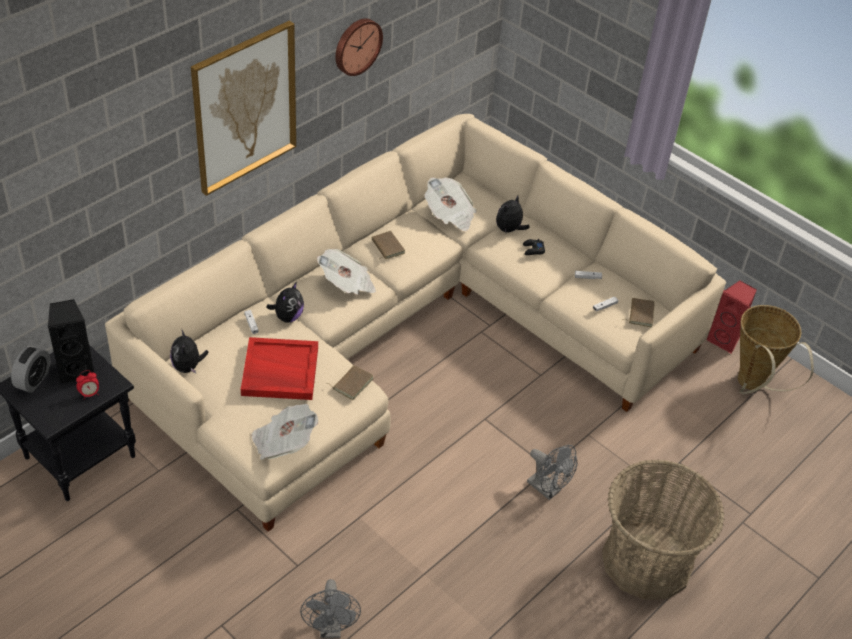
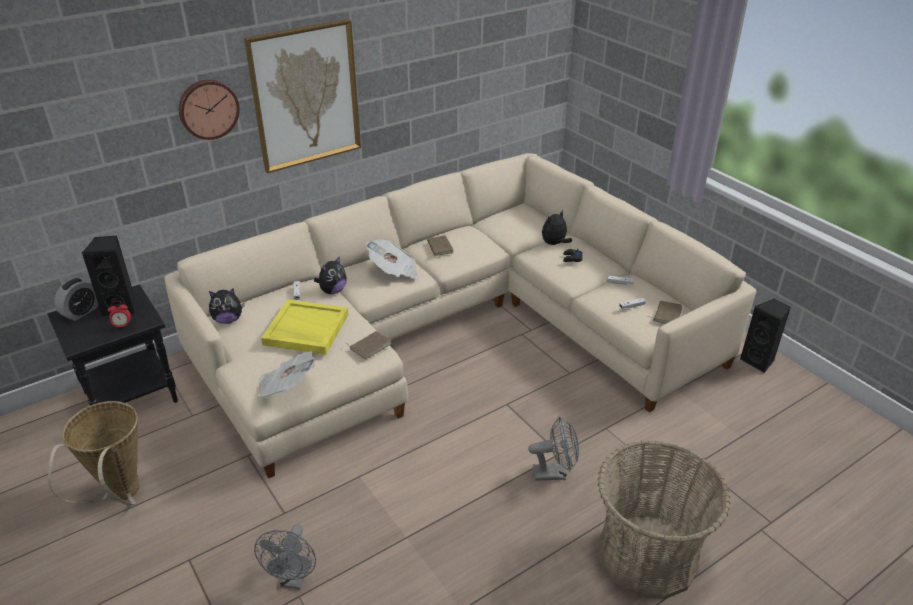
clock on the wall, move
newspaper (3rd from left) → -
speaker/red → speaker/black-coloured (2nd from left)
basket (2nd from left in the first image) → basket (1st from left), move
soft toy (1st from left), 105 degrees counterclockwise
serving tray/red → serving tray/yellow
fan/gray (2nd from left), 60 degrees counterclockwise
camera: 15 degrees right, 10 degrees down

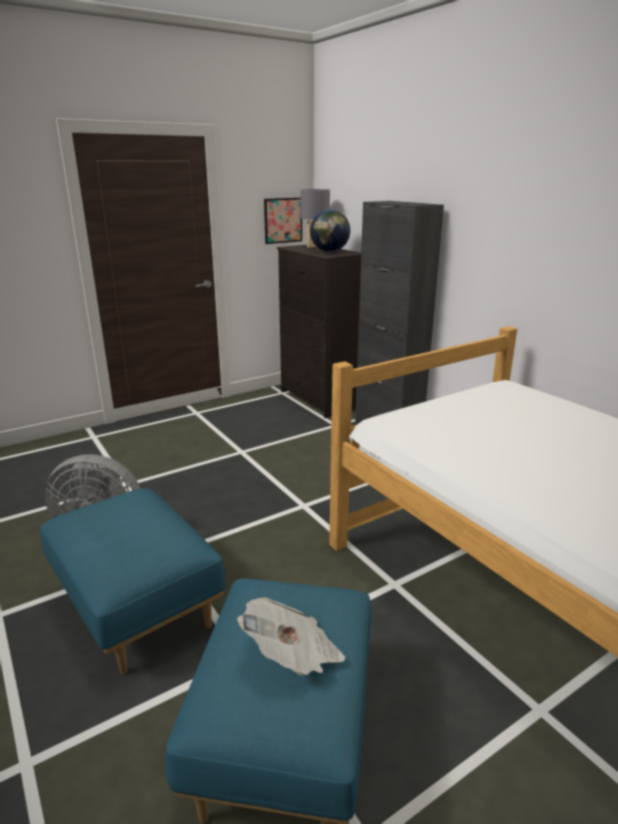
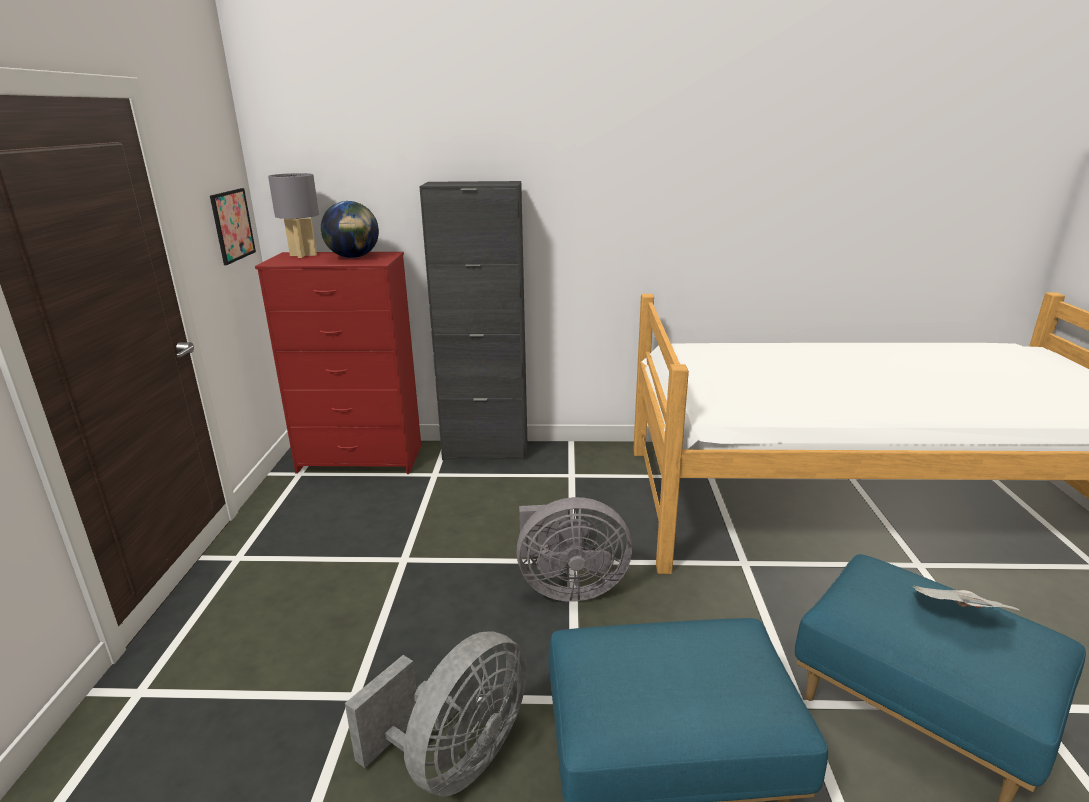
dresser/black-coloured → dresser/red
- → fan/gray (2nd from left)
camera: 55 degrees left, 0 degrees up

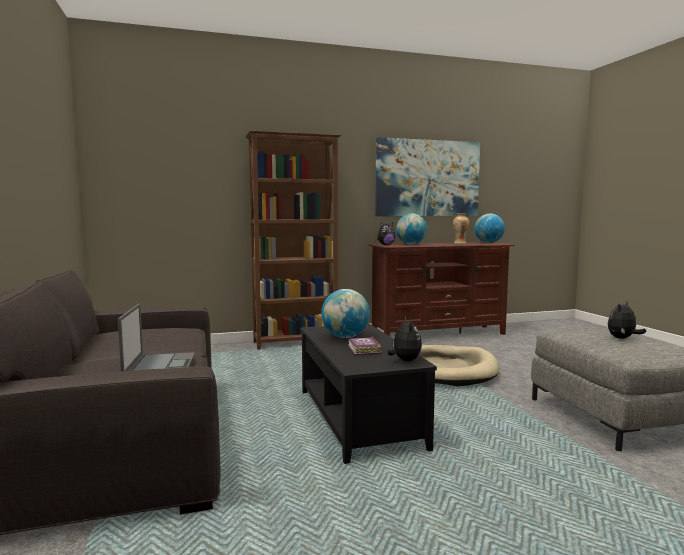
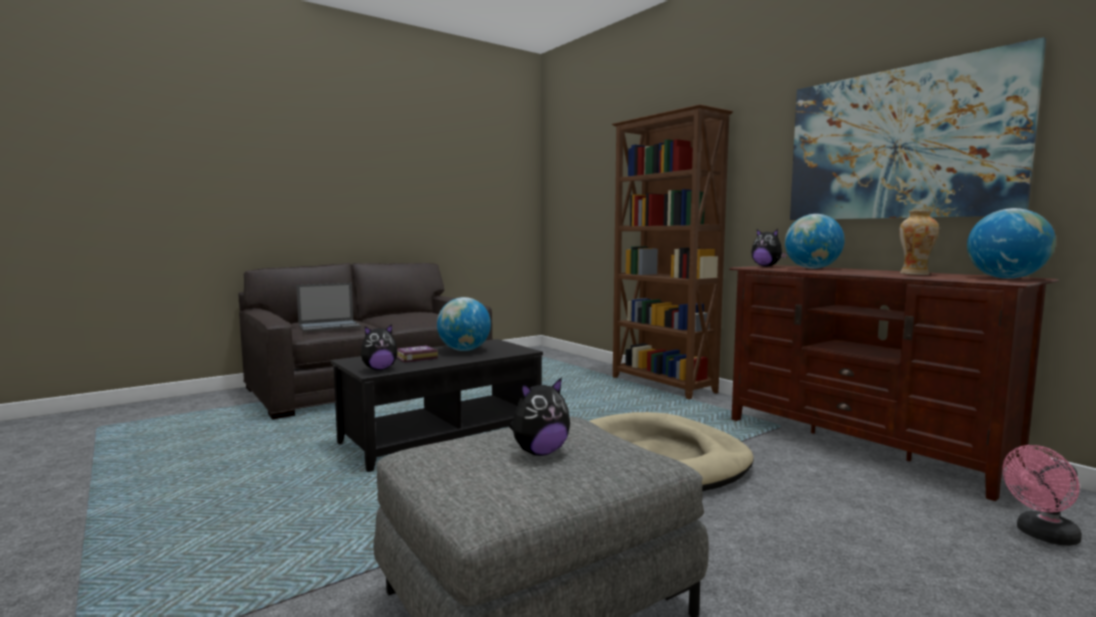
soft toy (3rd from left in the first image) → soft toy (2nd from left), 120 degrees clockwise
- → fan/pink-coloured
camera: 70 degrees right, 0 degrees up

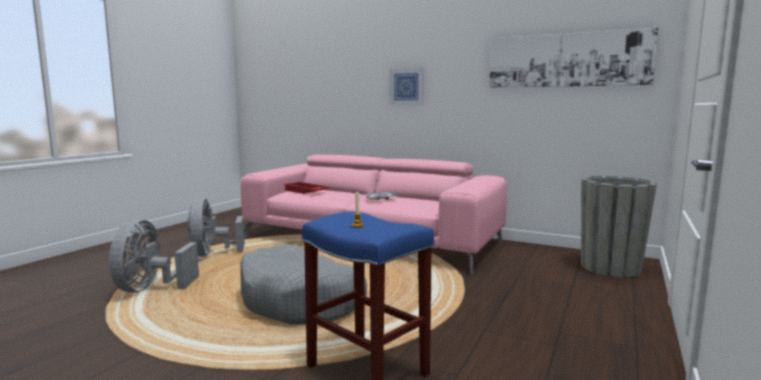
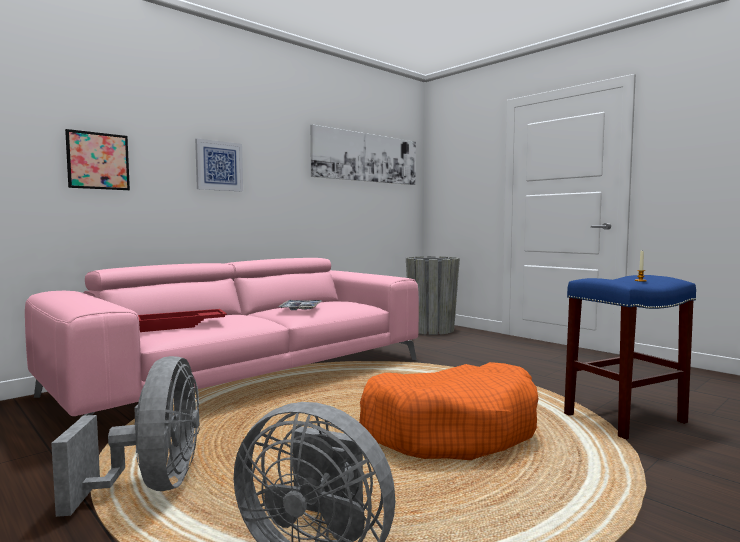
fan/gray (2nd from left in the first image) → fan/gray (1st from left), 105 degrees counterclockwise
dog cushion/gray → dog cushion/orange-coloured
- → wall art (1st from left)
camera: 70 degrees left, 5 degrees down

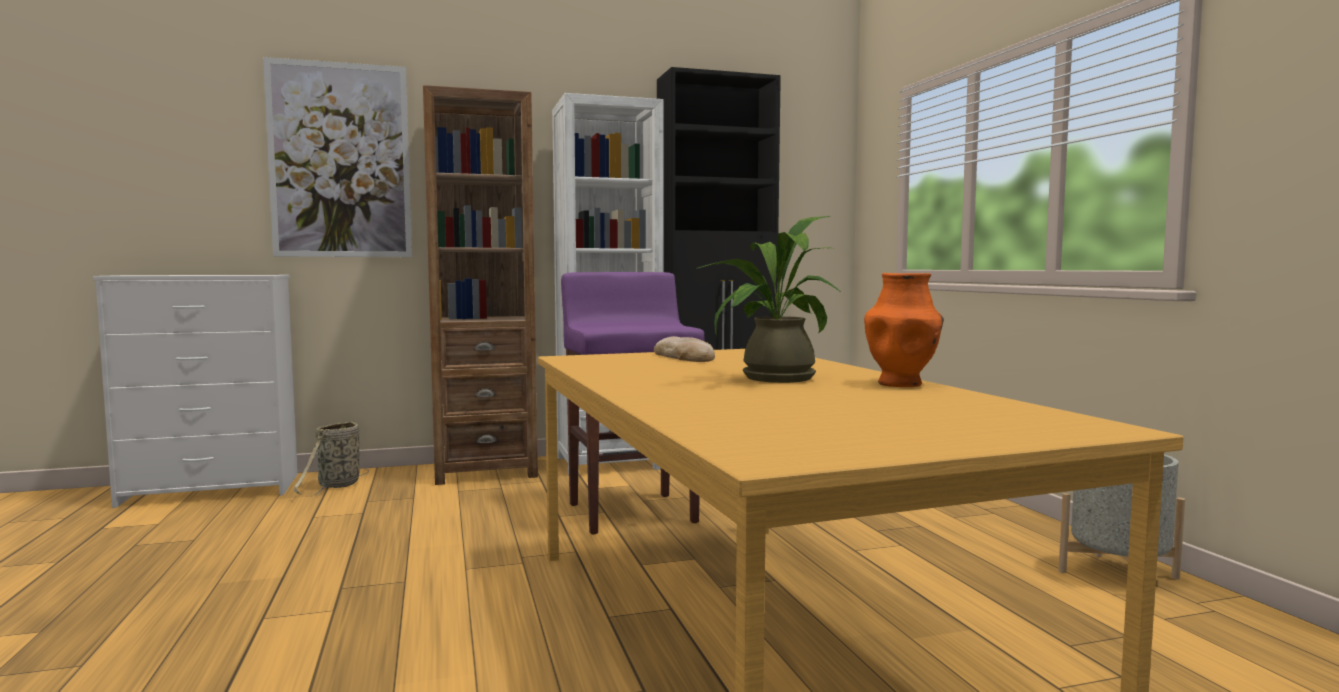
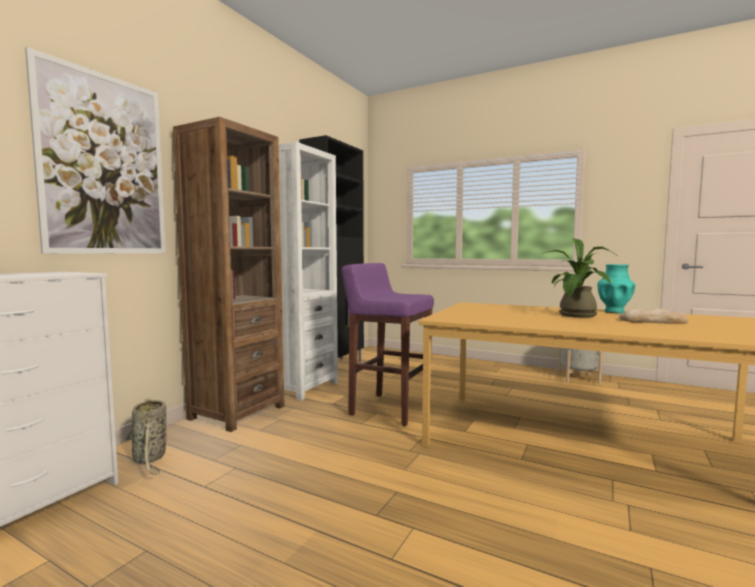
vase/orange-coloured → vase/turquoise
bakery bread, move
camera: 45 degrees left, 0 degrees up

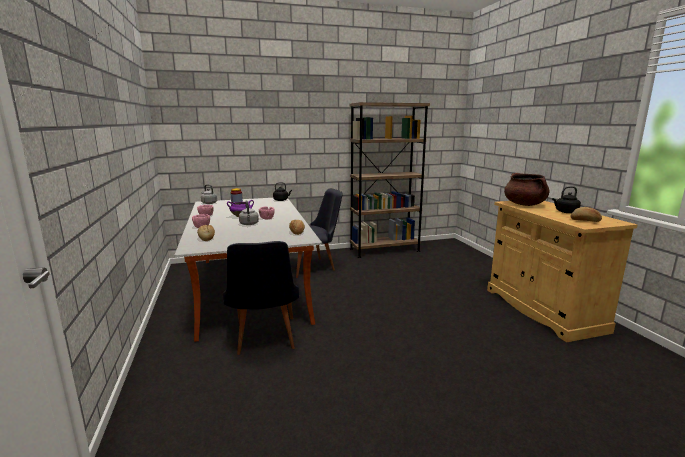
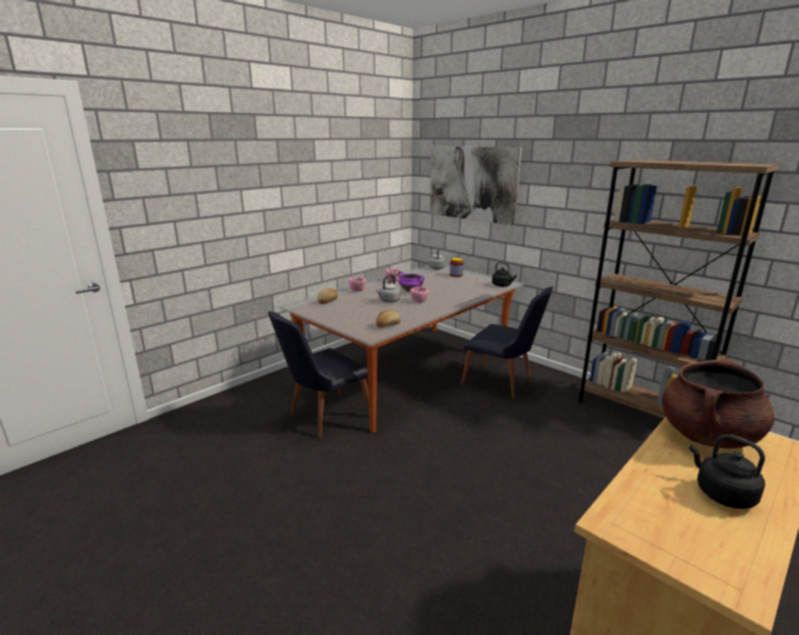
bakery bread (3rd from left) → -
- → wall art
camera: 60 degrees right, 5 degrees up

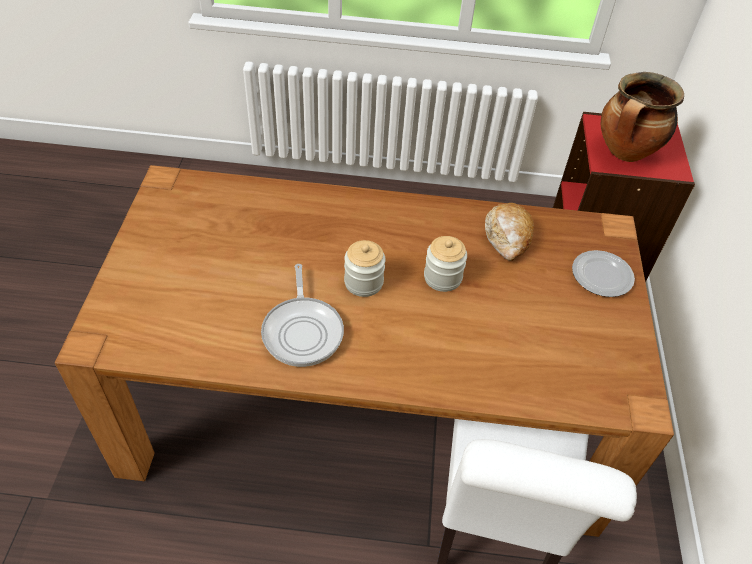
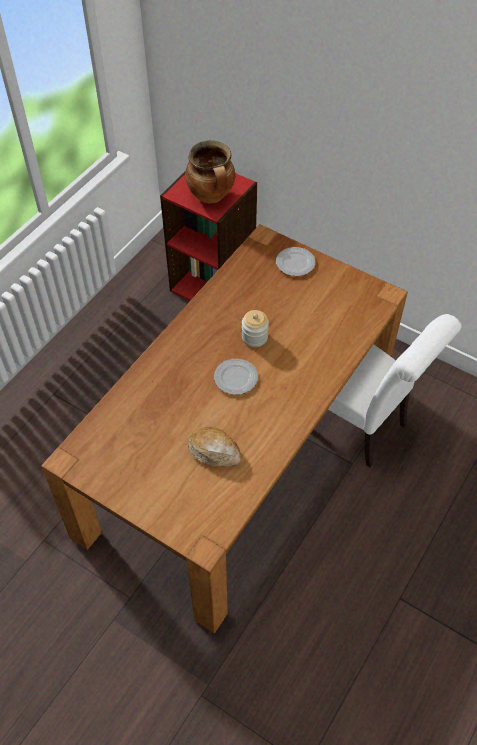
bakery bread, move
preserve jar (1st from left) → plate (1st from left)
skillet → -
camera: 60 degrees left, 5 degrees up

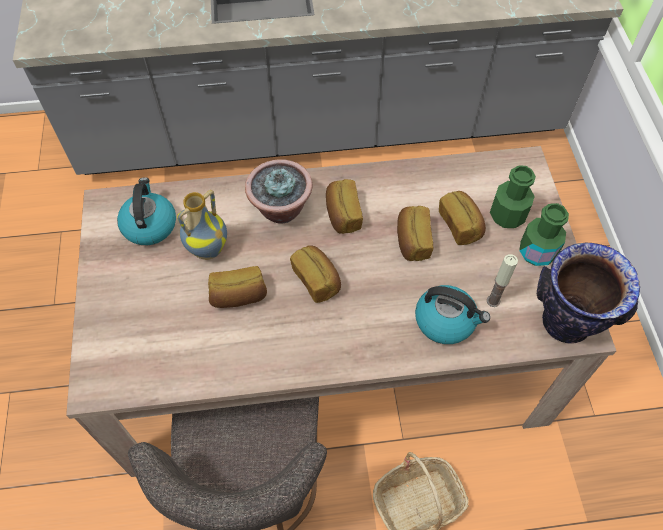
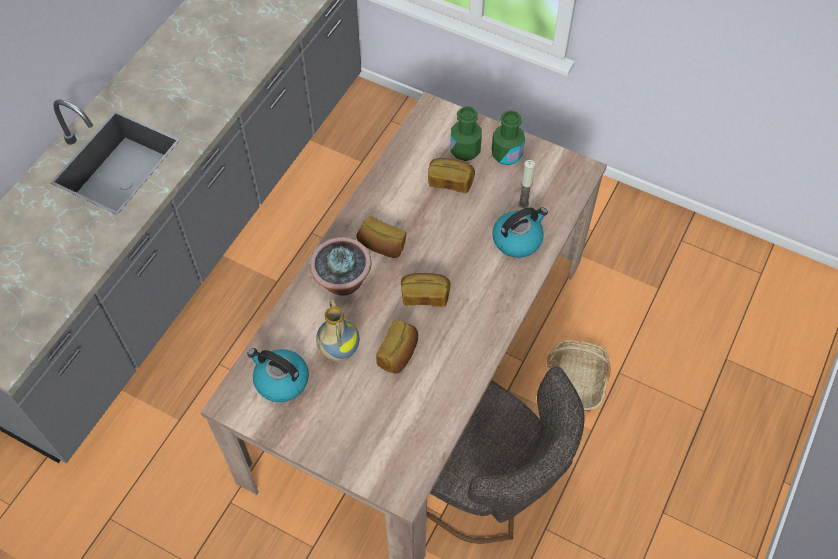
bakery bread (4th from left) → -
vase (2nd from left) → -
camera: 55 degrees left, 0 degrees up

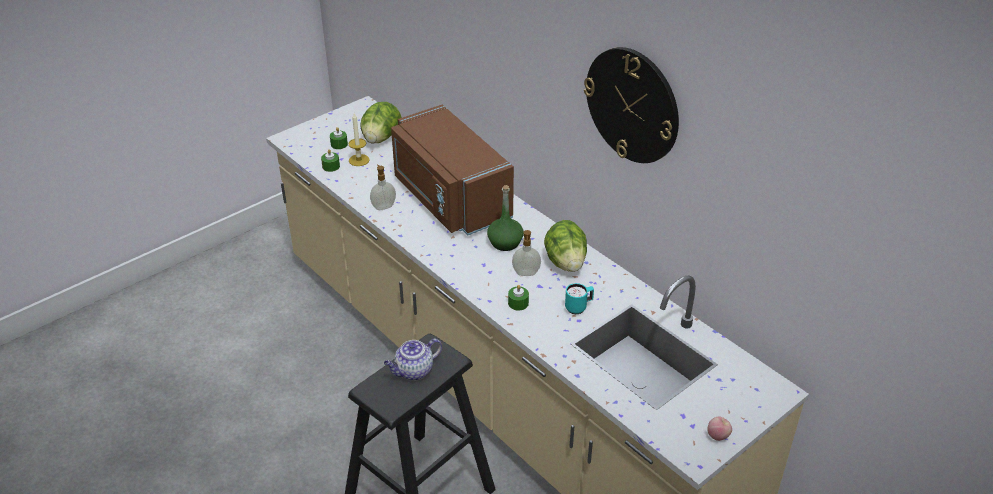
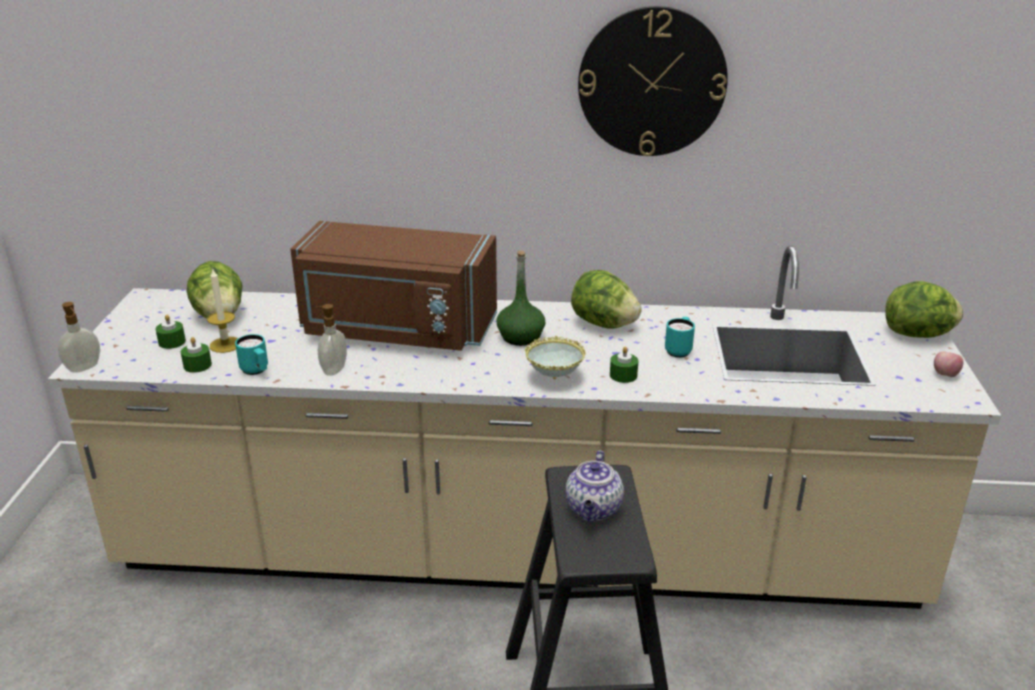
soap dispenser (2nd from left in the first image) → soap dispenser (1st from left), move
- → lettuce head (3rd from left)
- → tea mug/turquoise (1st from left)
- → deep dish
camera: 45 degrees left, 10 degrees down

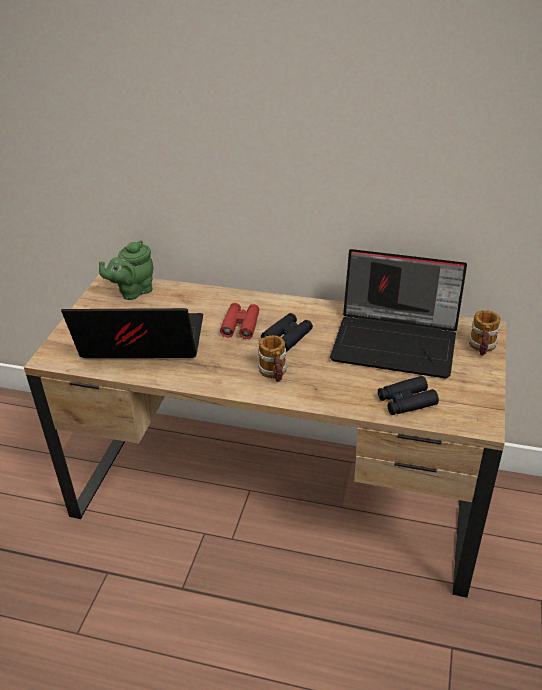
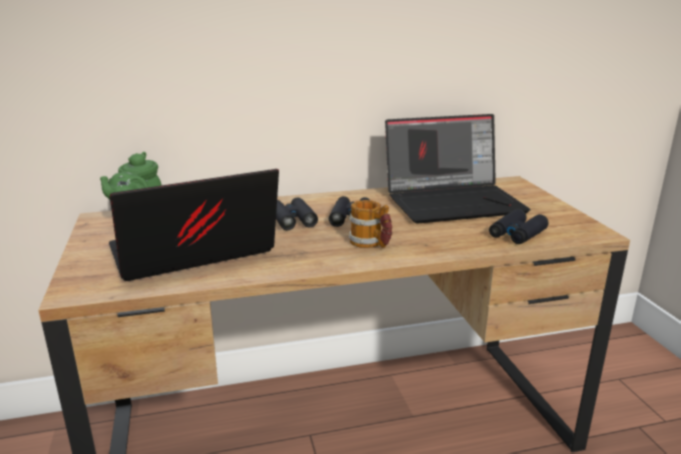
binoculars/red → binoculars/black-coloured (1st from left)
tea mug (2nd from left) → -
camera: 30 degrees left, 15 degrees down

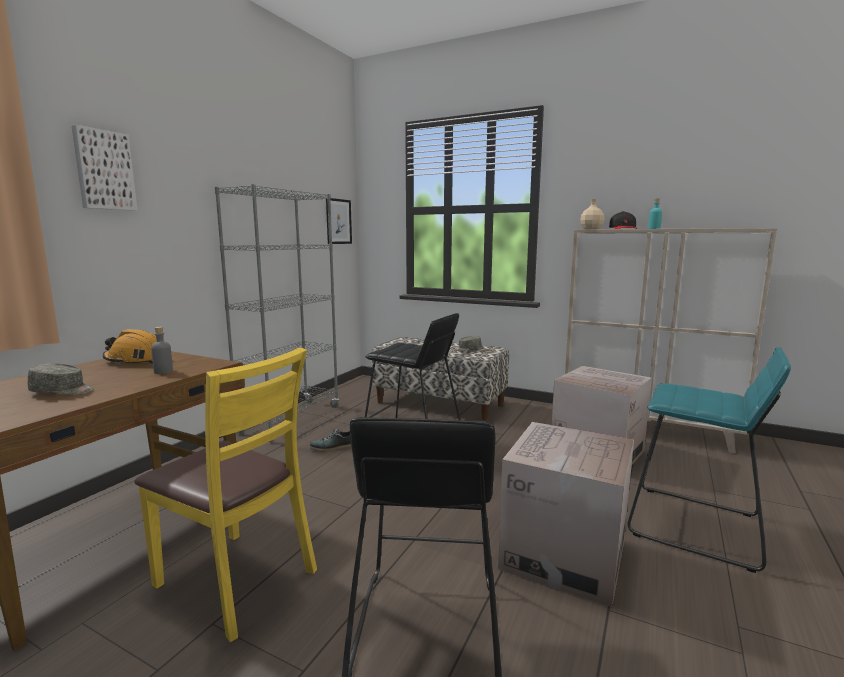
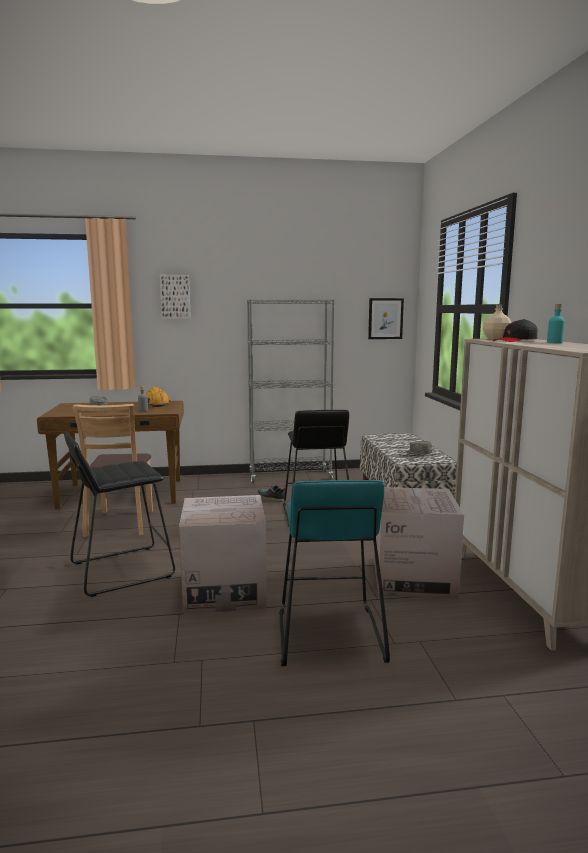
plain chair/yellow → plain chair/brown
camera: 55 degrees right, 0 degrees up

